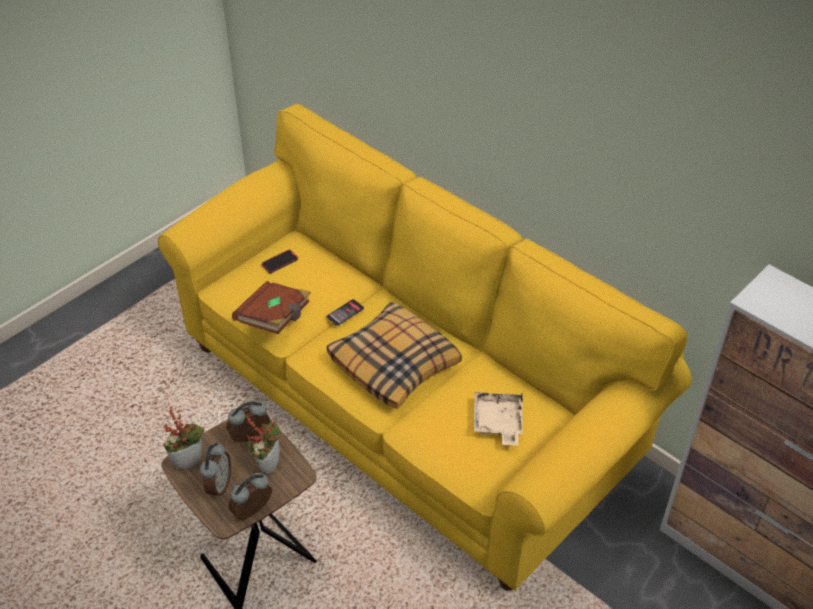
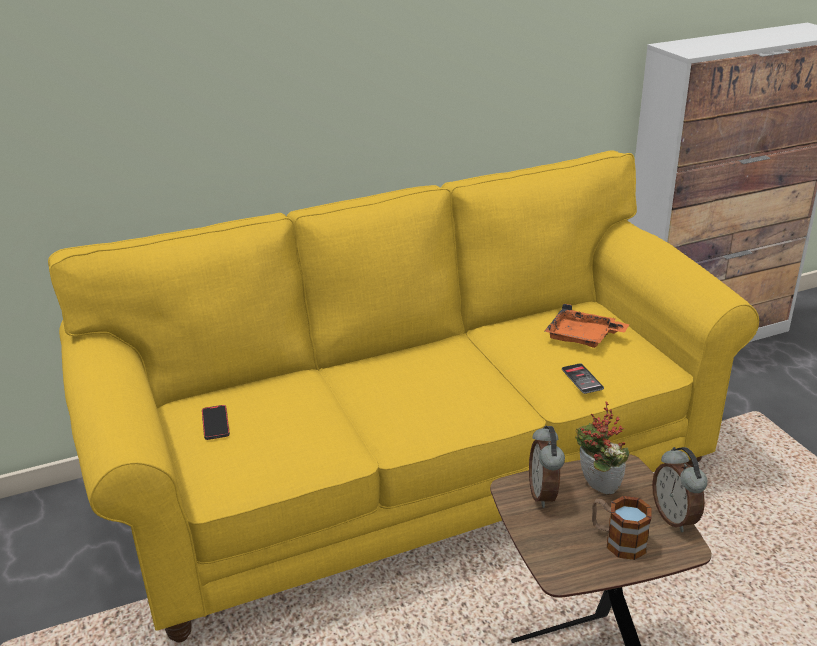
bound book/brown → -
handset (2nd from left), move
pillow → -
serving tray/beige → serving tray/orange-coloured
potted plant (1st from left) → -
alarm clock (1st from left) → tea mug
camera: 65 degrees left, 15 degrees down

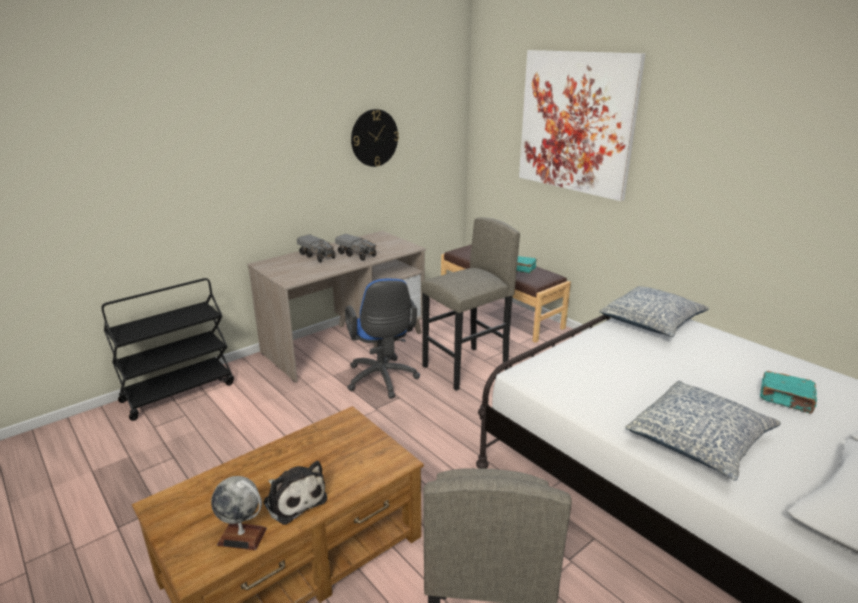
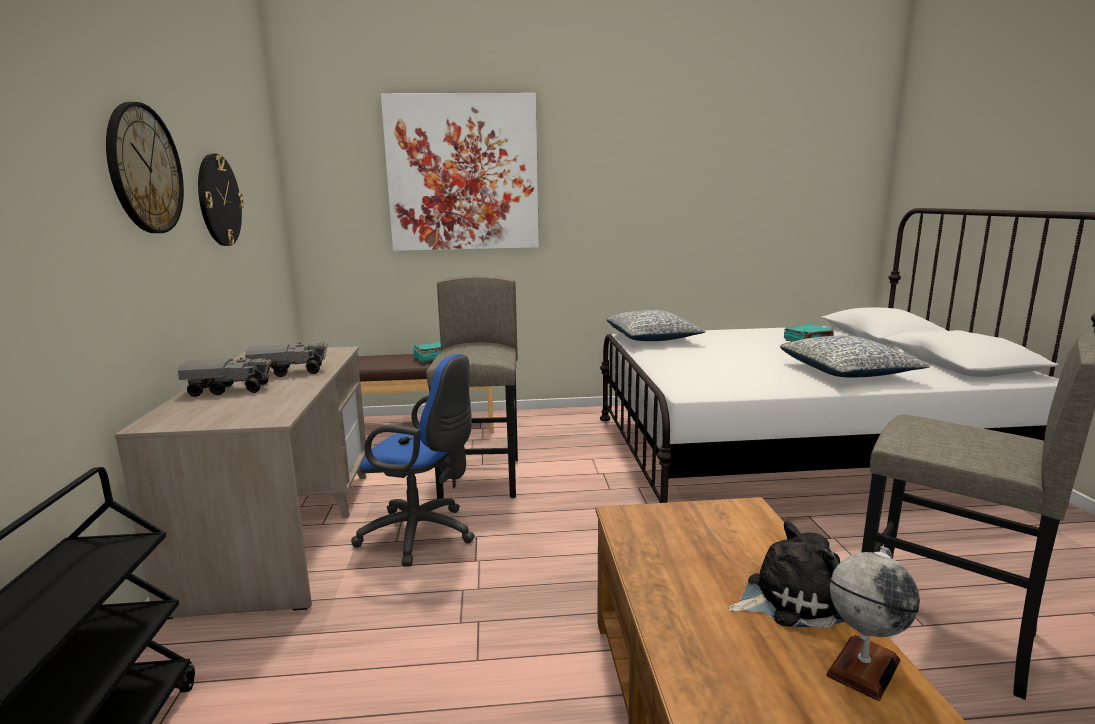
- → clock on the wall (1st from left)
camera: 55 degrees left, 10 degrees down

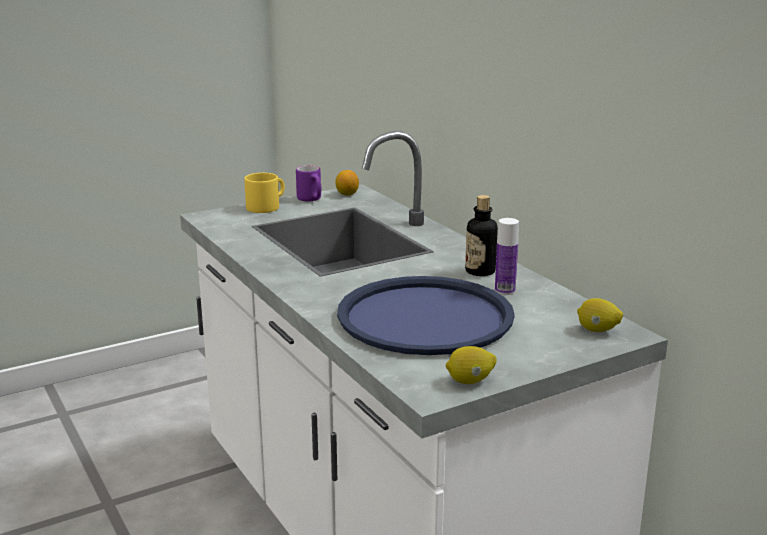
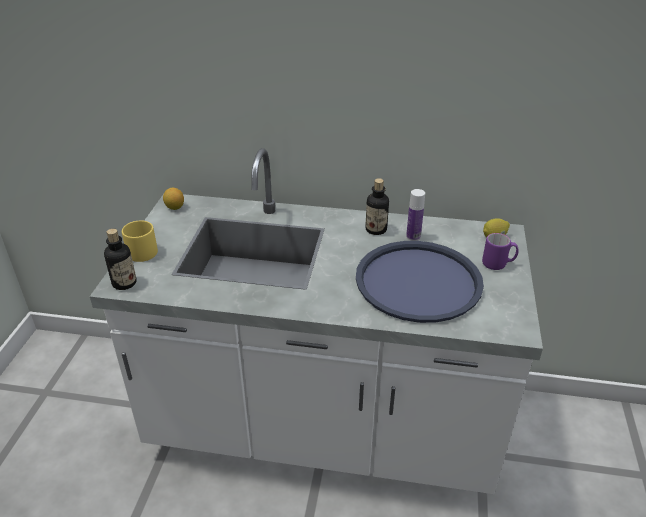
tea mug/purple, move
lemon (2nd from left) → -
- → beverage bottle (1st from left)
camera: 50 degrees left, 15 degrees up

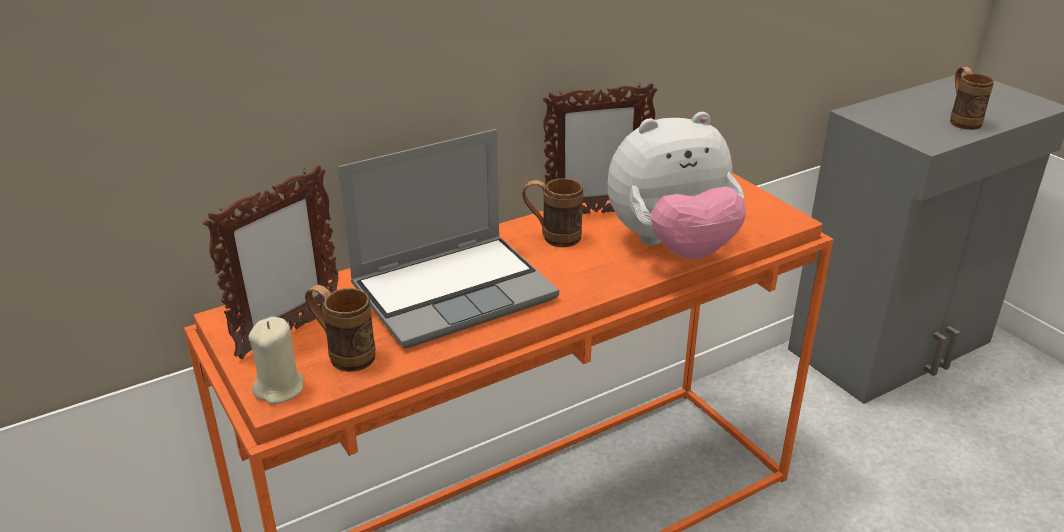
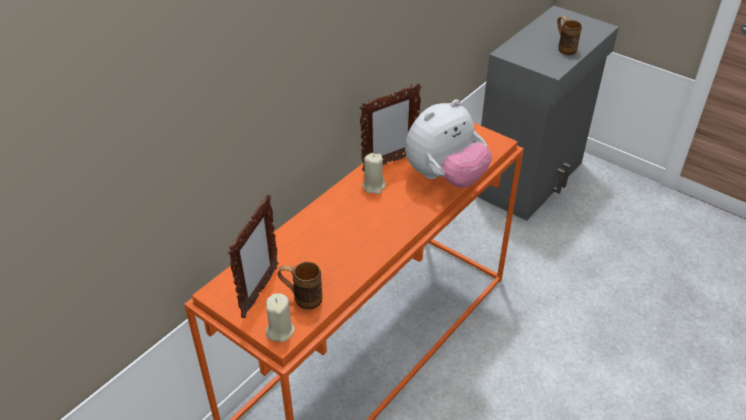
portable computer → -
tea mug/brown (2nd from left) → wax candle/beige (2nd from left)
camera: 20 degrees left, 10 degrees up

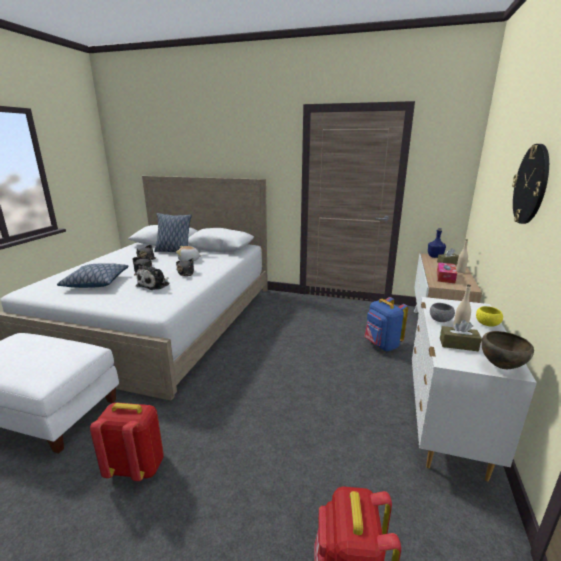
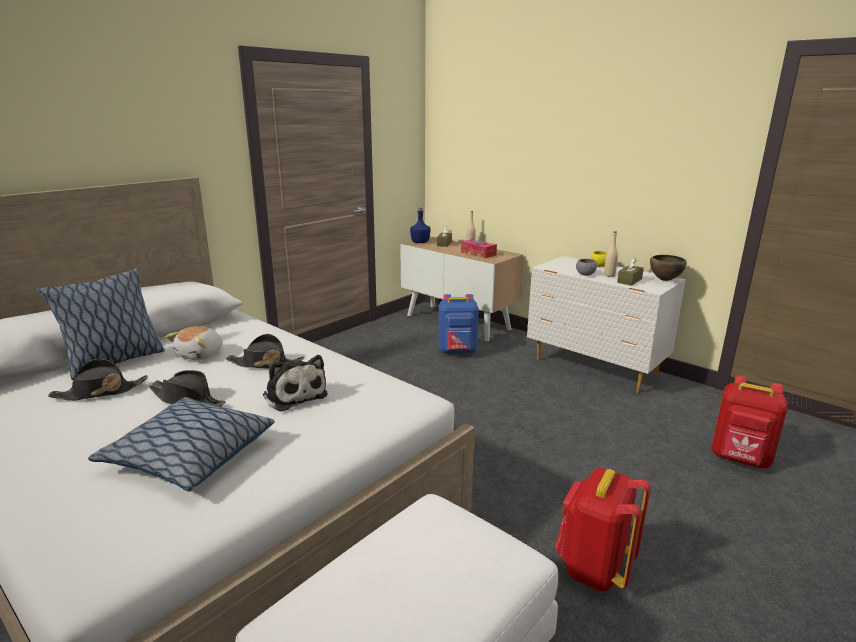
clock on the wall → -
camera: 65 degrees left, 0 degrees up

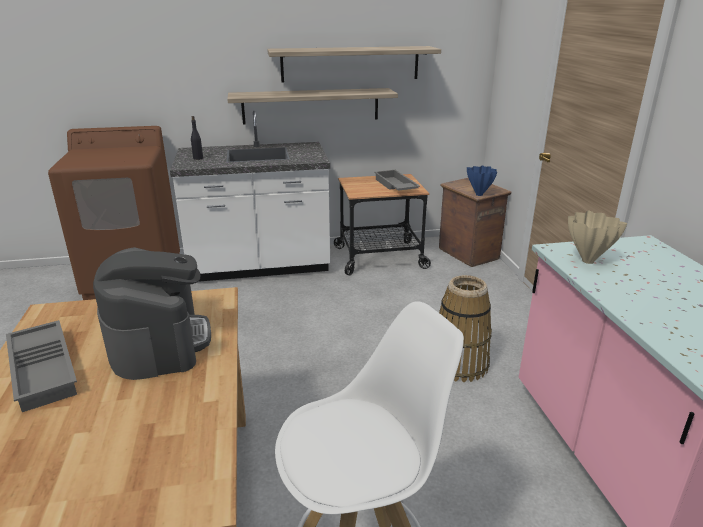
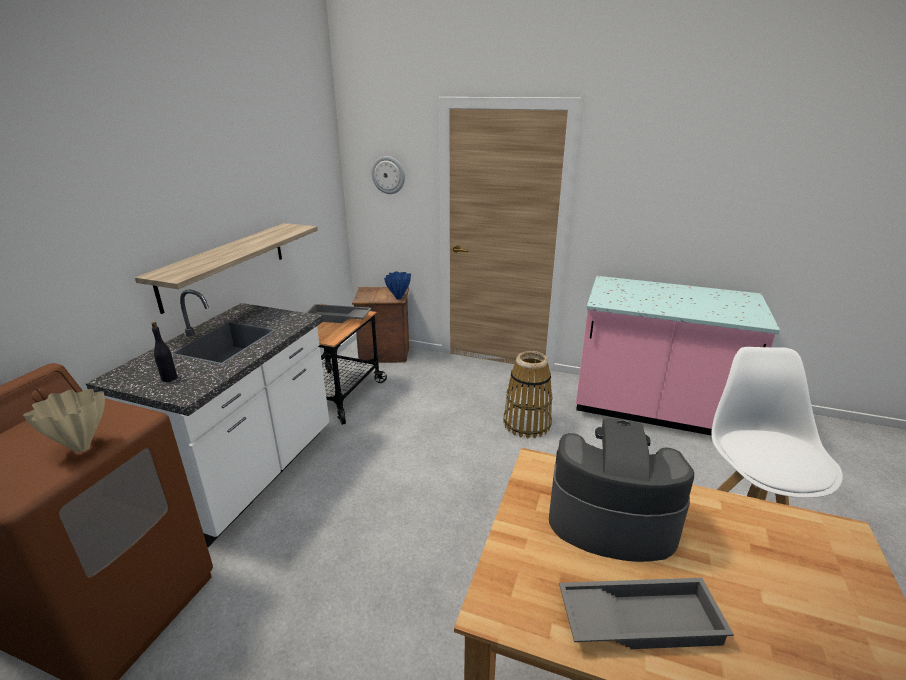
bracket shelf (2nd from left) → -
vase/beige, move
- → clock on the wall
camera: 60 degrees left, 0 degrees up

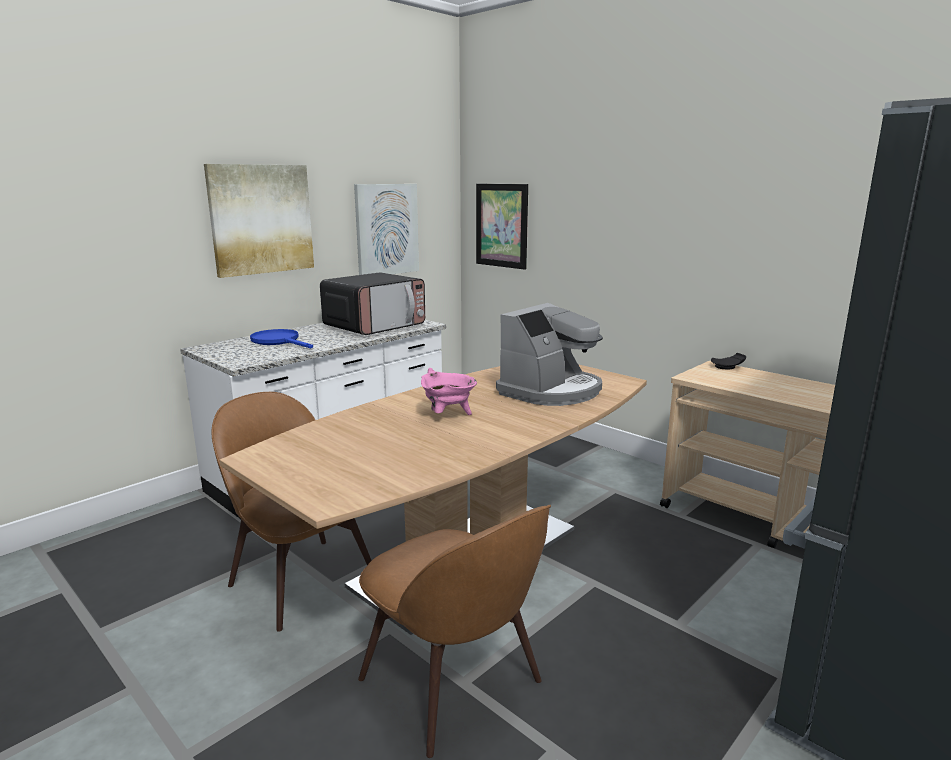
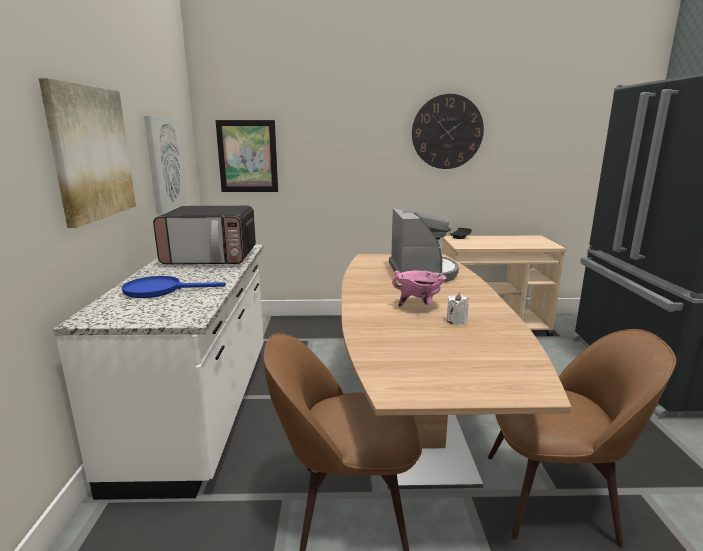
microwave, 90 degrees clockwise
- → clock on the wall
- → wax candle/white-coloured
camera: 45 degrees left, 0 degrees up

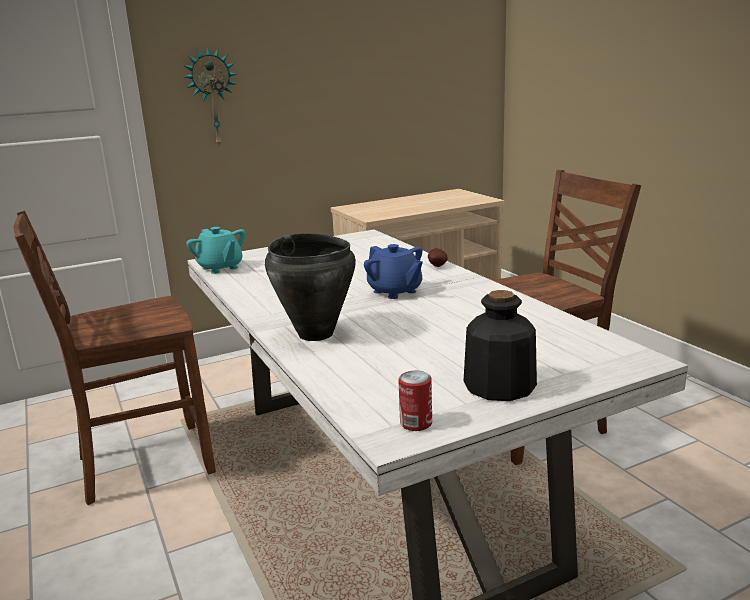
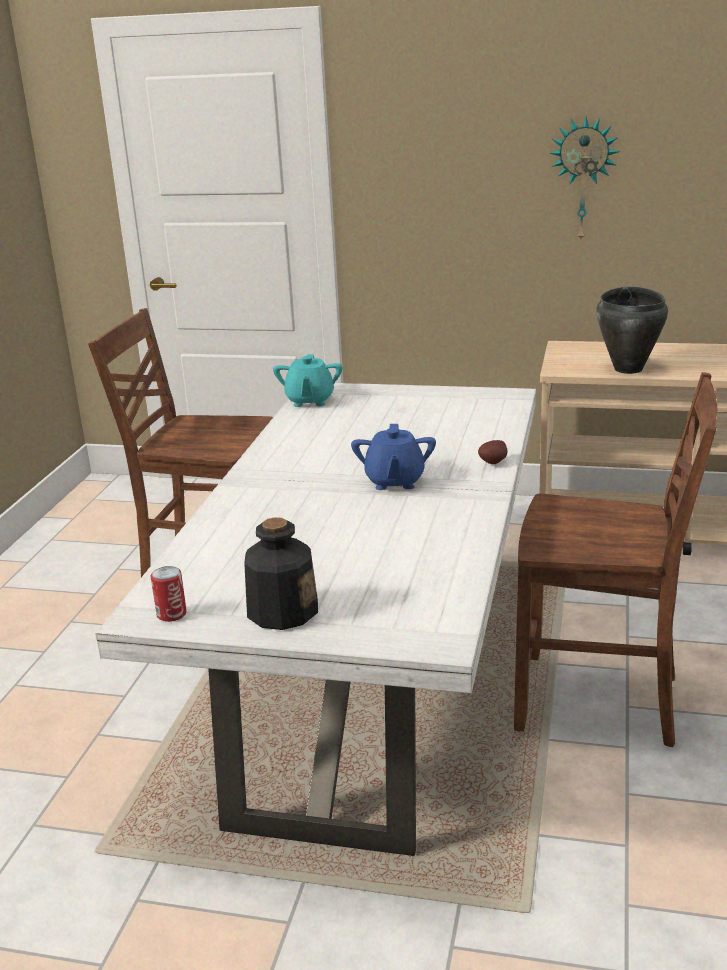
clock on the wall, move
stockpot/black-coloured, move
camera: 40 degrees right, 5 degrees up

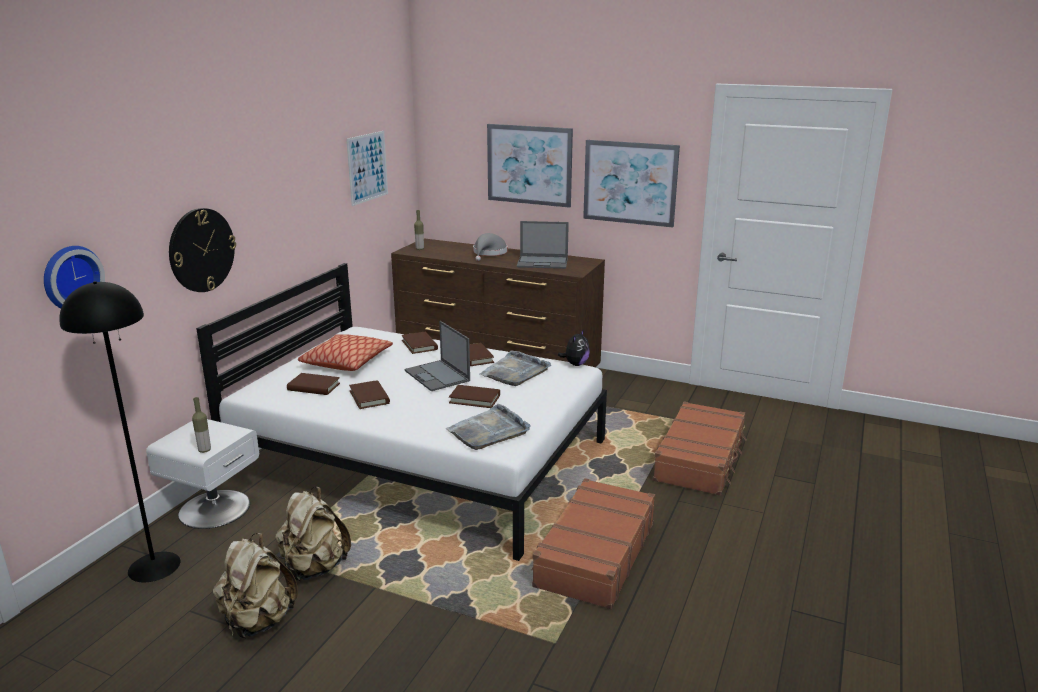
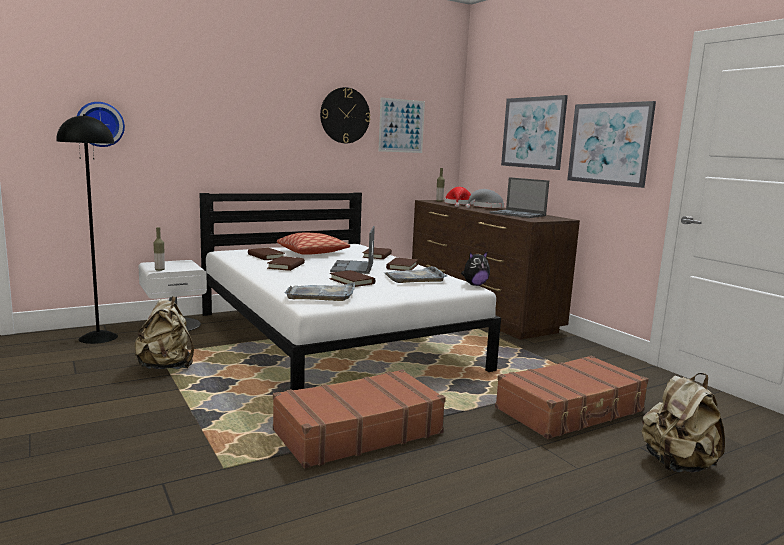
clock on the wall (2nd from left), move
backpack/beige (1st from left in the first image) → backpack/beige (2nd from left), move
- → clothing hat/red
camera: 35 degrees right, 10 degrees down

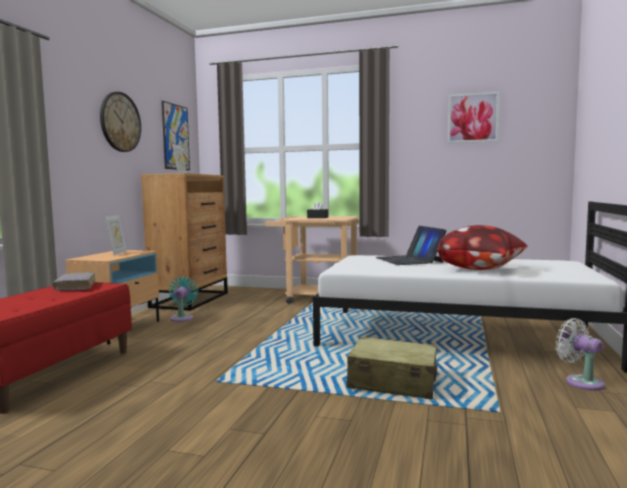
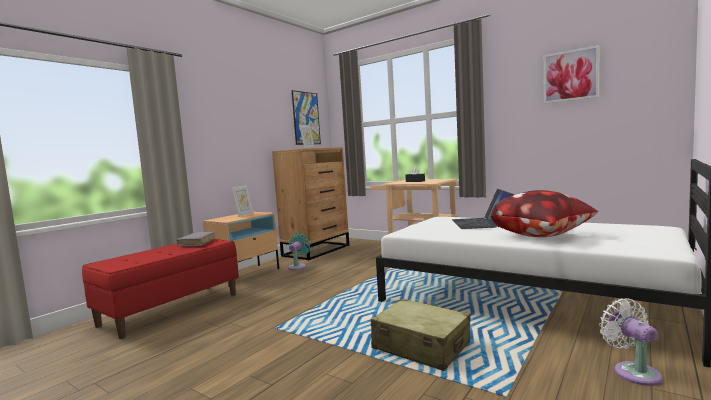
clock on the wall → -
camera: 20 degrees right, 0 degrees up

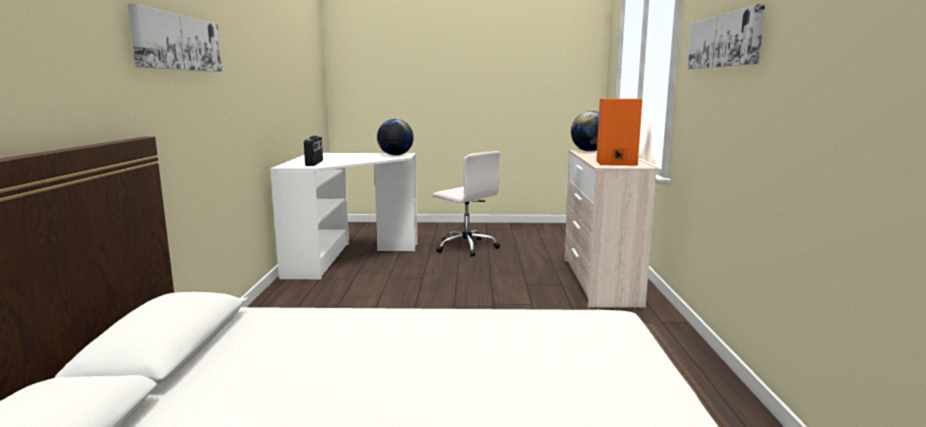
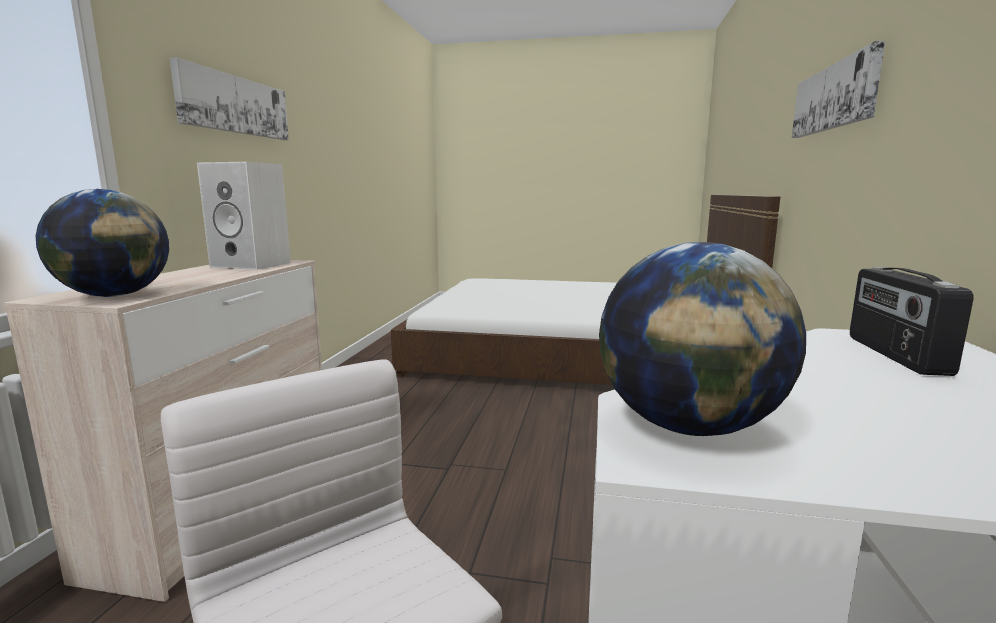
speaker/orange-coloured → speaker/white-coloured
camera: 170 degrees left, 0 degrees up

